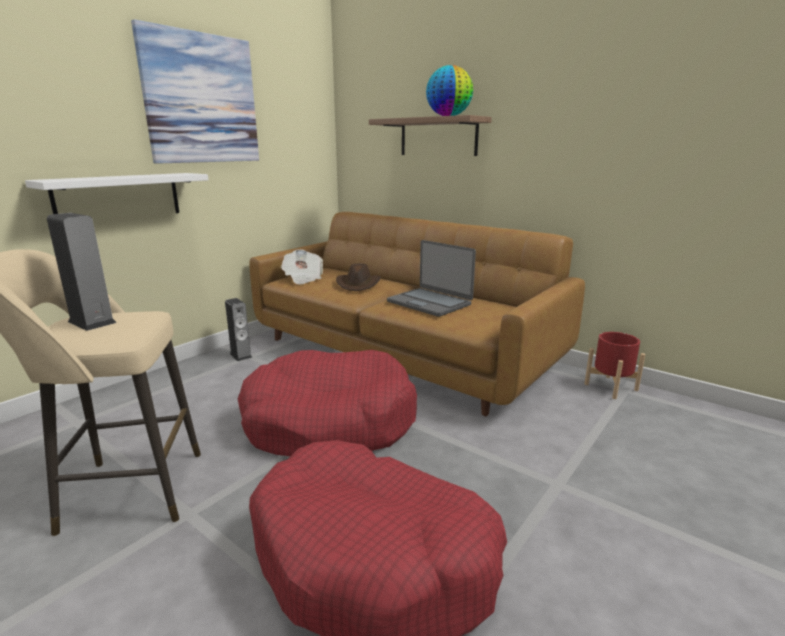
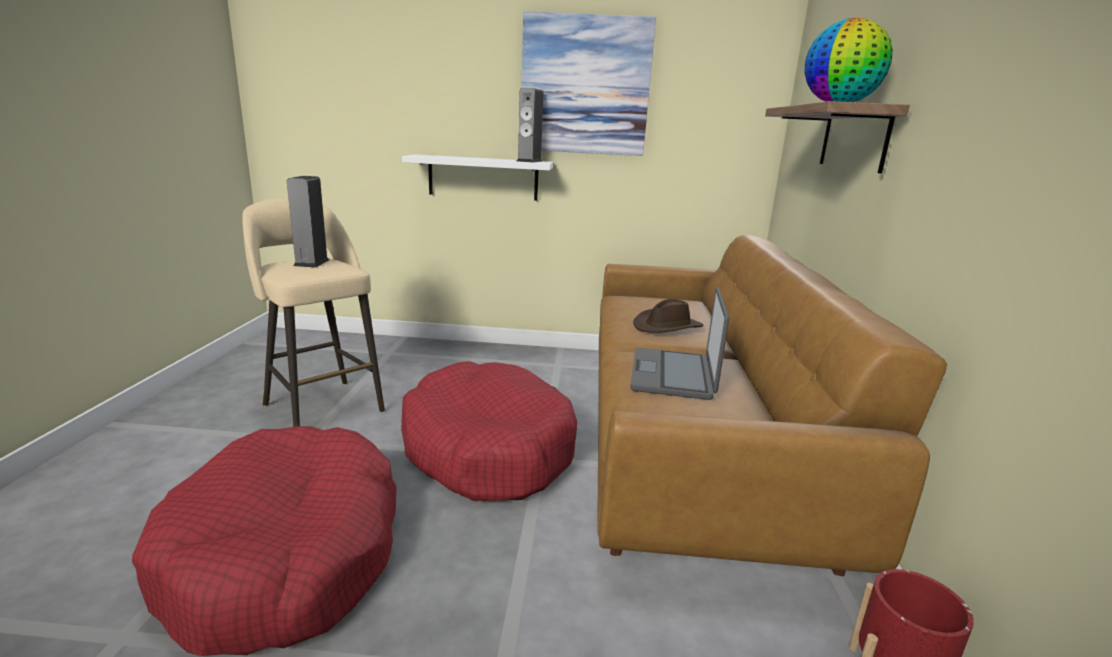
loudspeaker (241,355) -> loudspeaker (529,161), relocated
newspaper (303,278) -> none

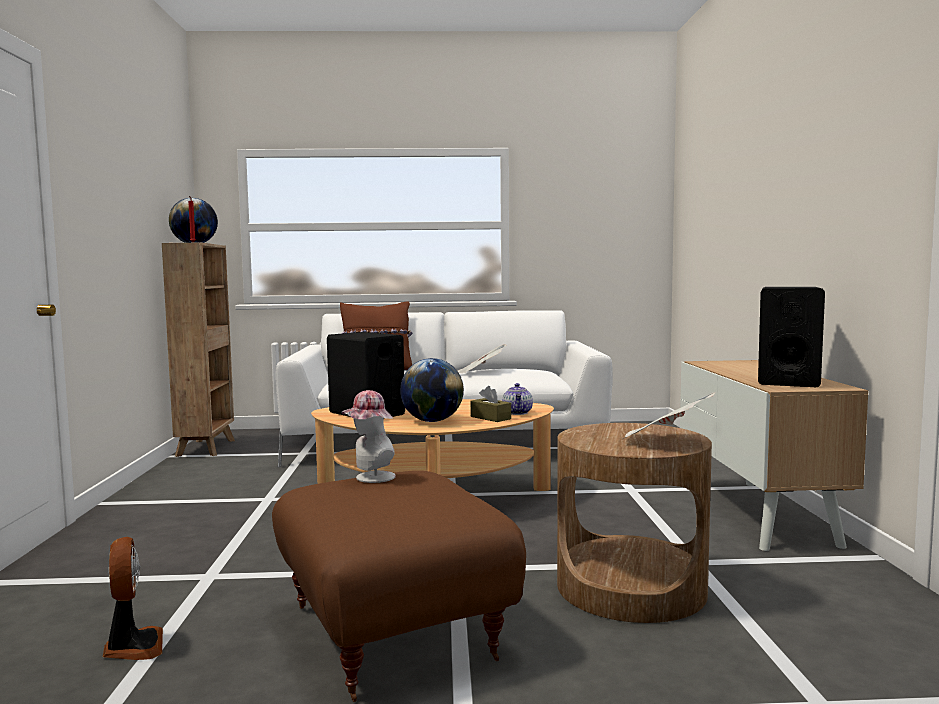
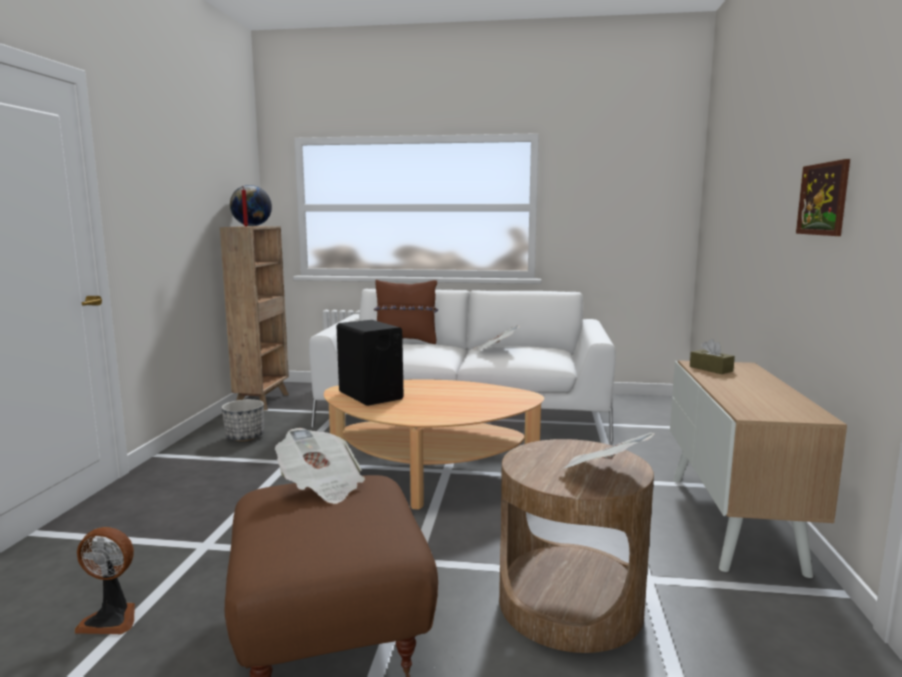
electric fan (133,647) -> electric fan (112,619), 105 degrees clockwise
clothing hat (370,478) -> newspaper (321,486)
desk globe (432,421) -> none
tissue holder/brown (490,418) -> tissue holder/brown (711,369), relocated
tea pot (518,413) -> none
loudspeaker/blackish (787,380) -> none
none -> plant pot (245,437)
none -> wall art (822,199)

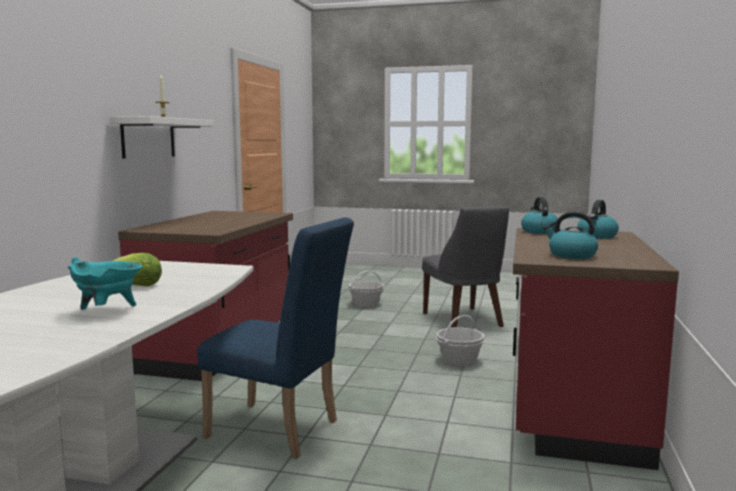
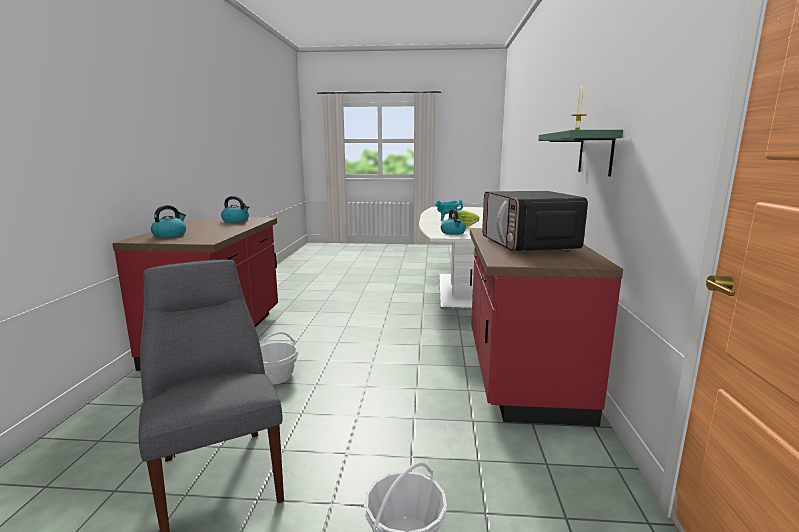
wall shelf/white (148,138) -> wall shelf/greenish (595,153)
chair/blue-coloured (280,431) -> none
kettle (539,231) -> kettle (453,233), relocated
none -> microwave (528,244)

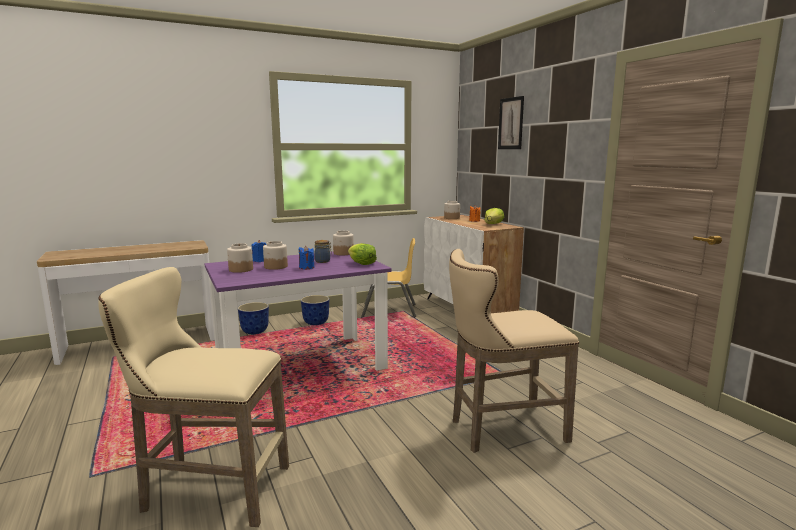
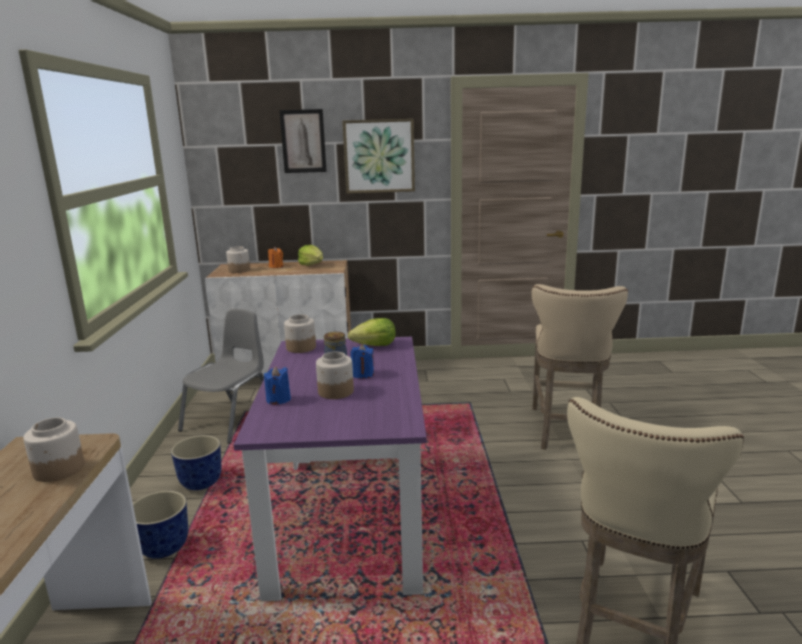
jar (241,269) -> jar (58,469), relocated
chair/yellowish (389,311) -> chair/grey (231,420)
none -> wall art (379,156)

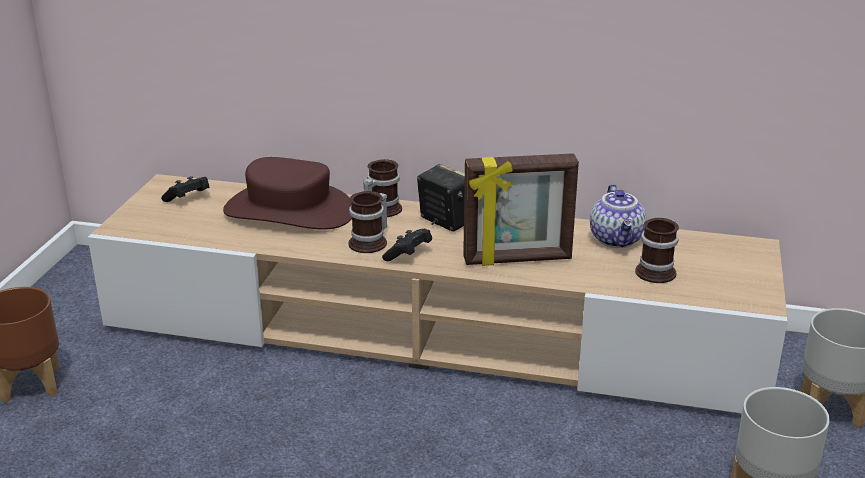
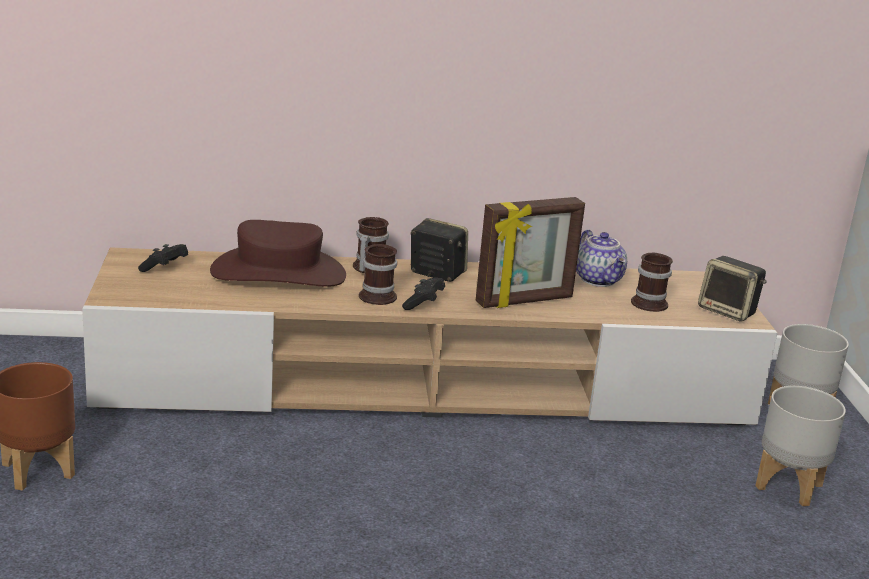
none -> loudspeaker (728,311)

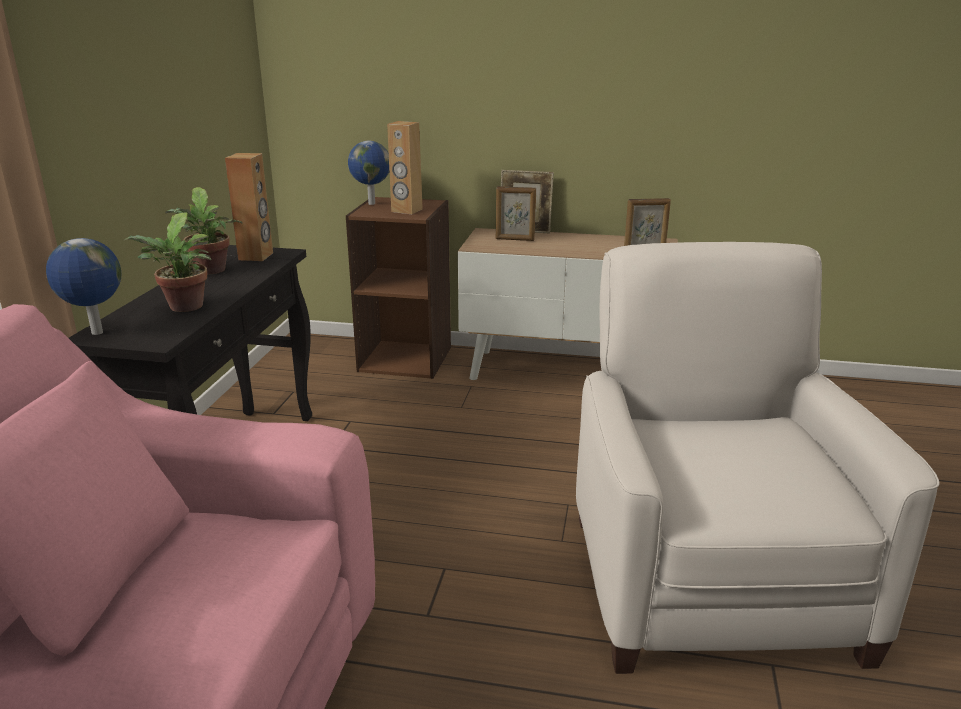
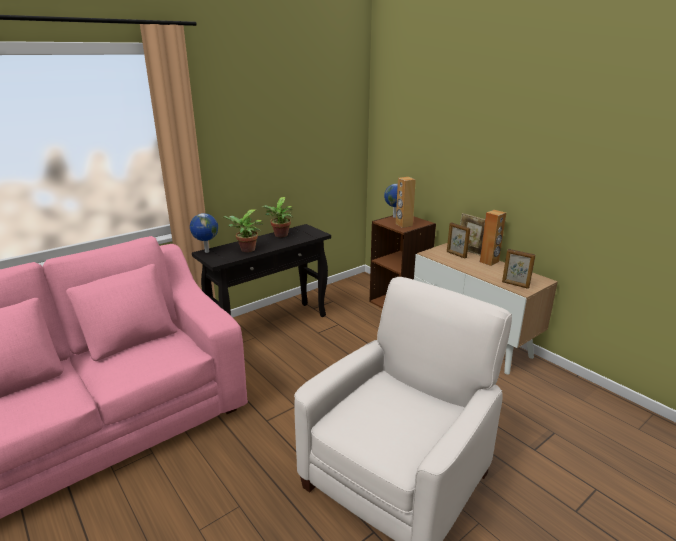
loudspeaker/brown (256,256) -> loudspeaker/brown (489,262), relocated

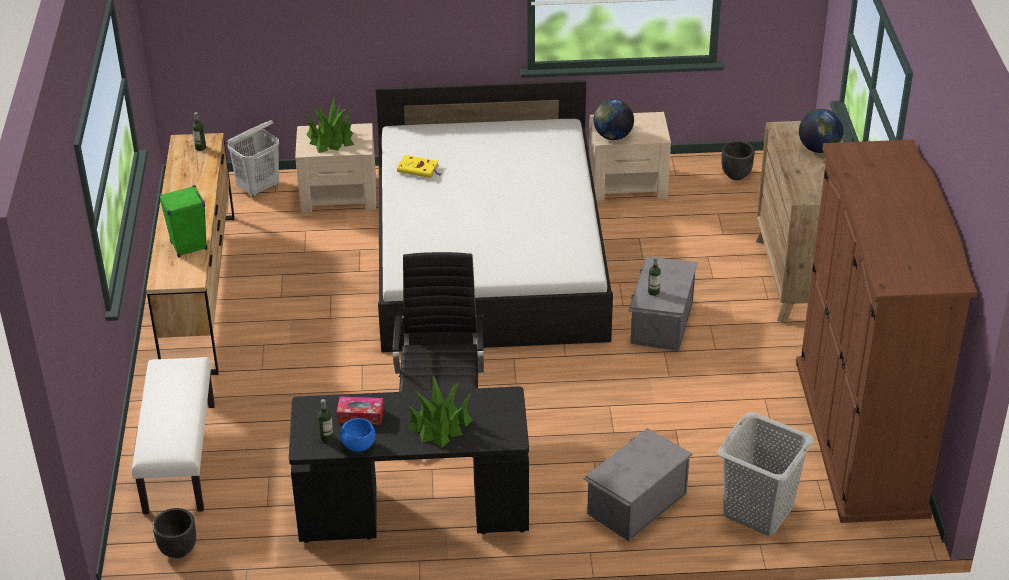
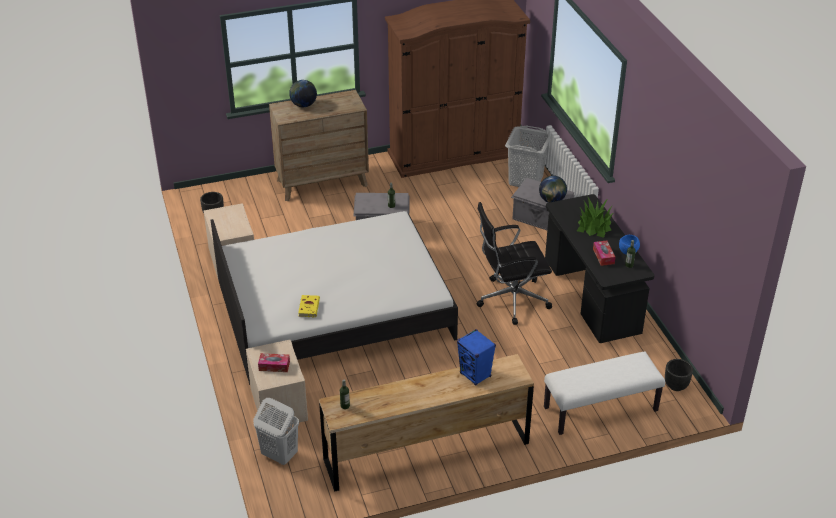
loudspeaker/greenish (188,246) -> loudspeaker/blue-coloured (475,375)
plant in a pot (331,139) -> tissue holder (274,366)
desk globe (612,136) -> desk globe (552,200), relocated

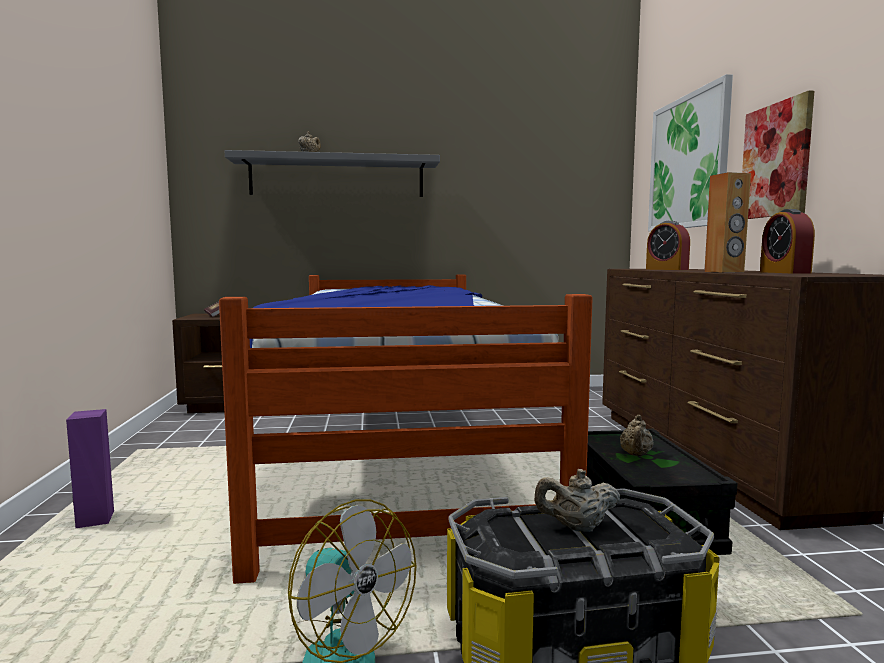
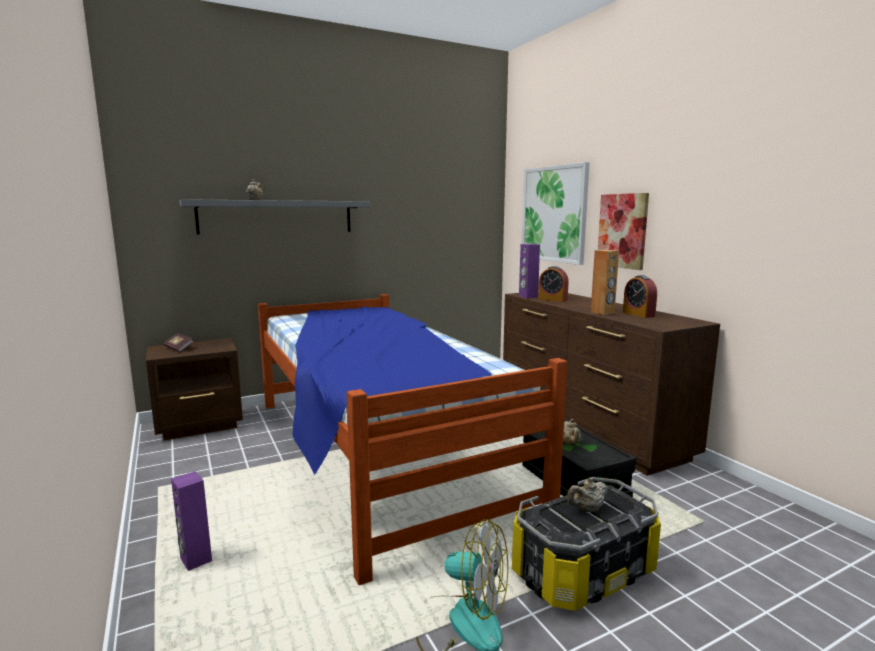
none -> loudspeaker/purple-coloured (528,296)

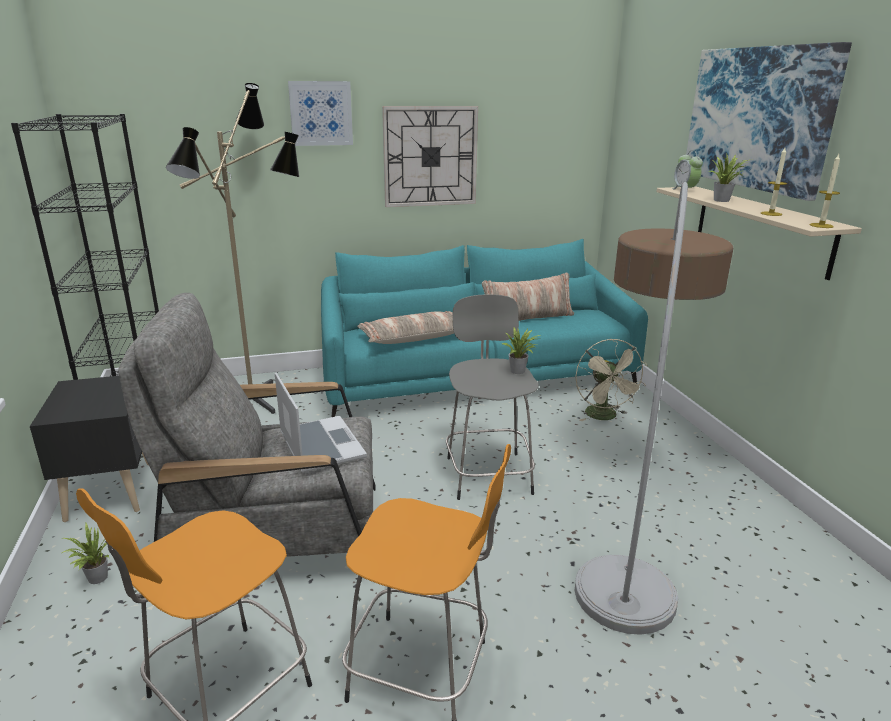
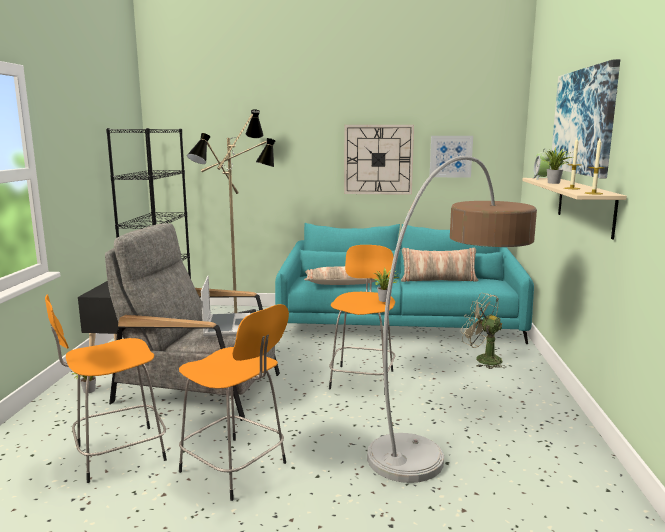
wall art (321,113) -> wall art (450,156), relocated
stool/grey (488,473) -> stool/orange-coloured (362,378)
electric fan/beige (605,417) -> electric fan/beige (482,359), 120 degrees clockwise

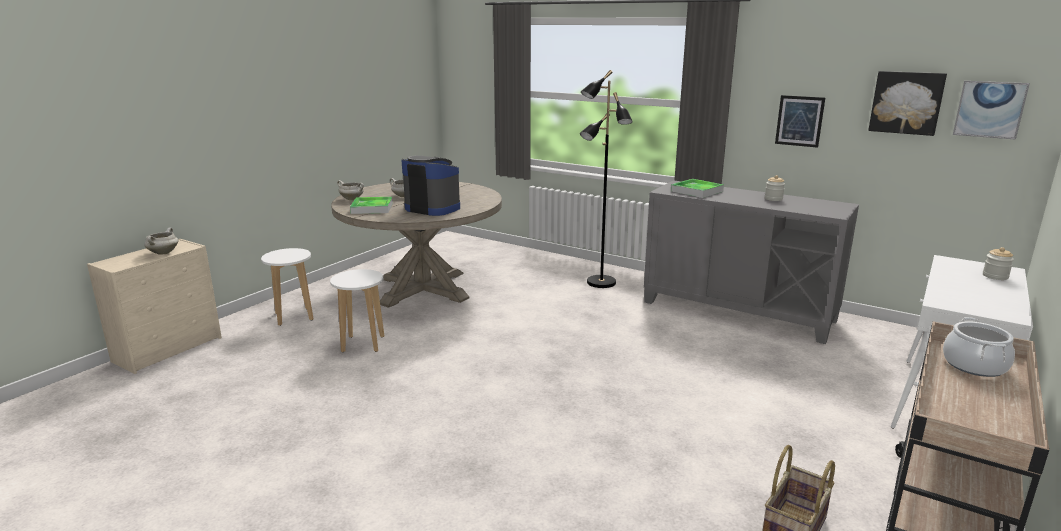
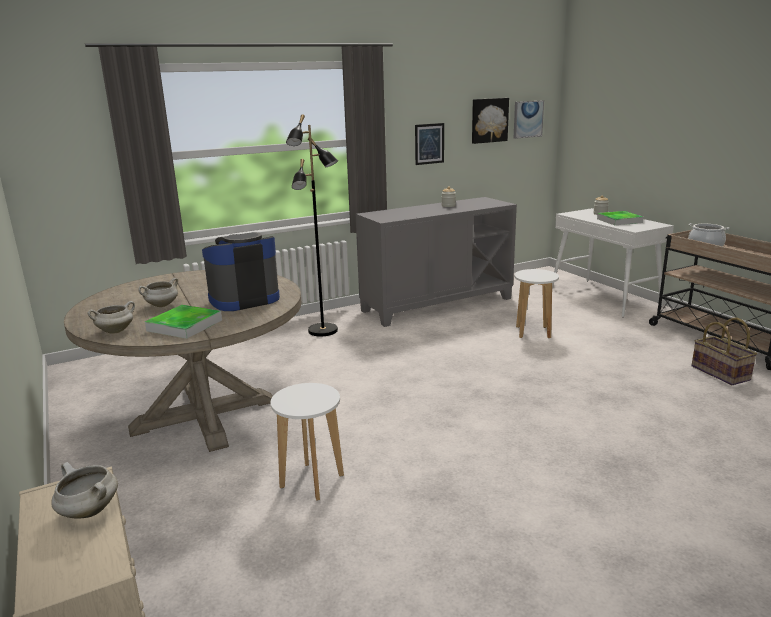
stool/white (294,317) -> stool/white (533,332), relocated
carrying tray (697,191) -> carrying tray (619,221), relocated

